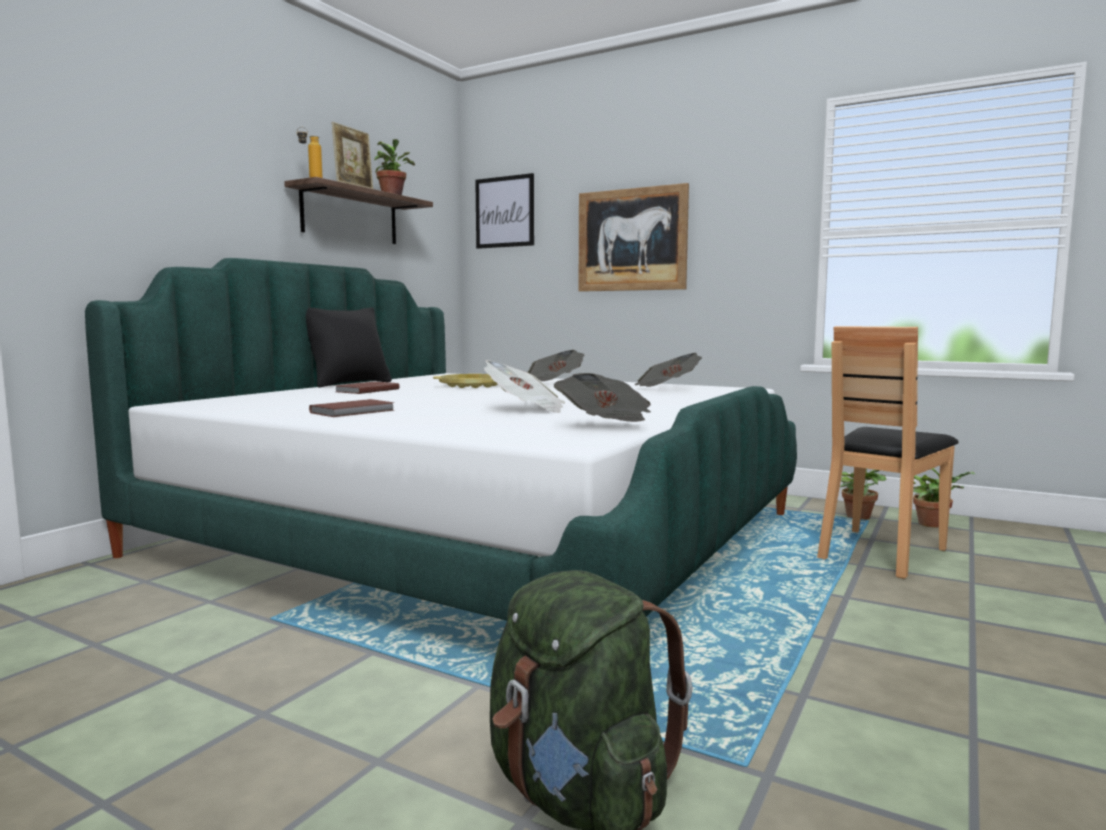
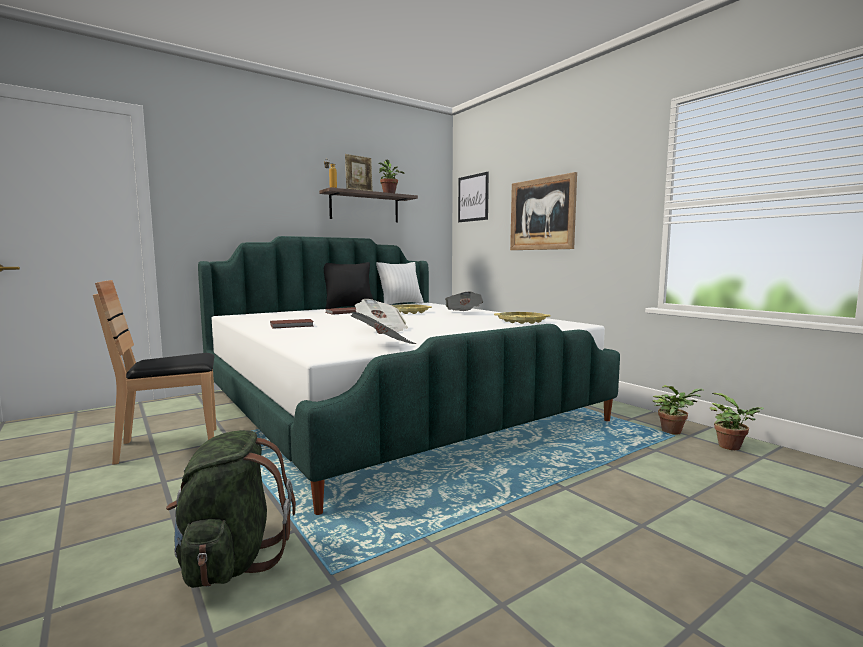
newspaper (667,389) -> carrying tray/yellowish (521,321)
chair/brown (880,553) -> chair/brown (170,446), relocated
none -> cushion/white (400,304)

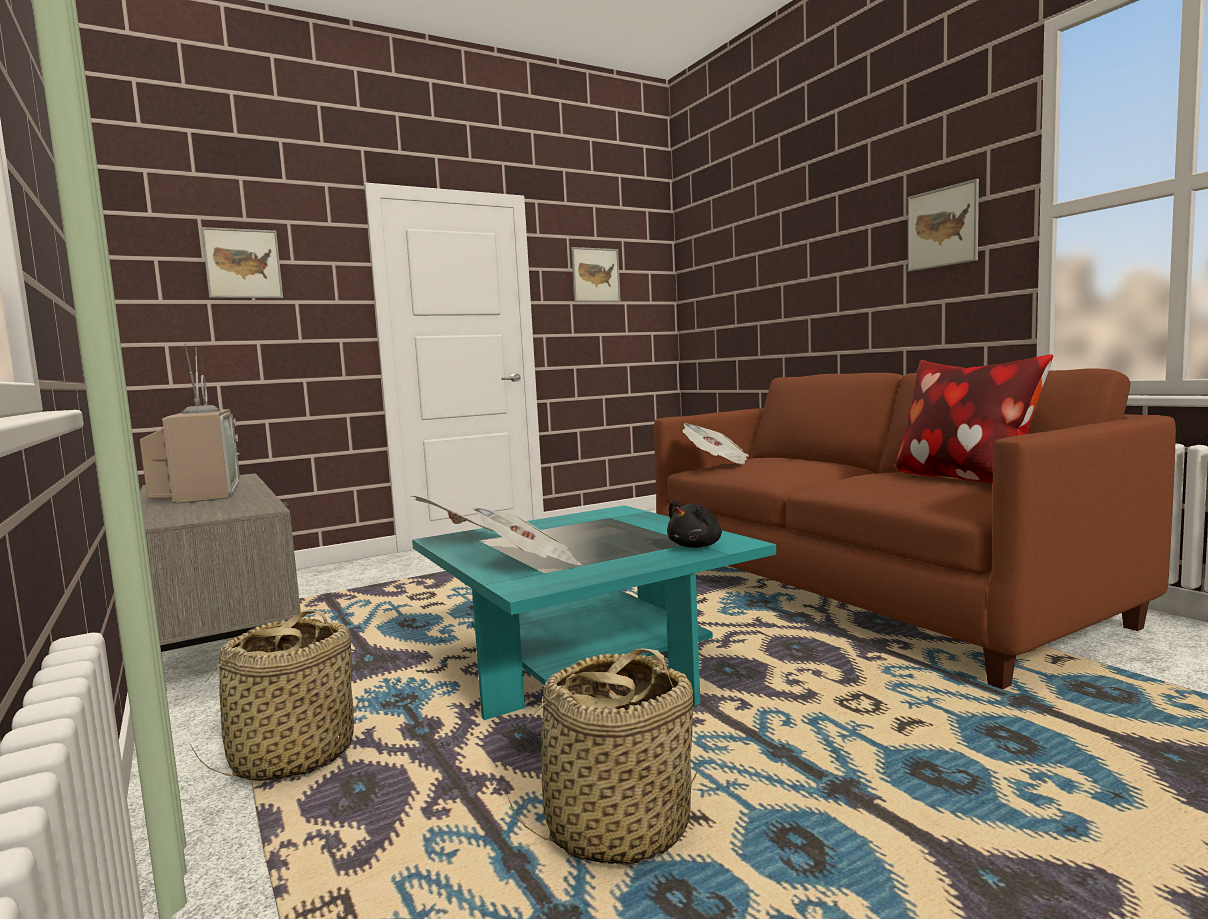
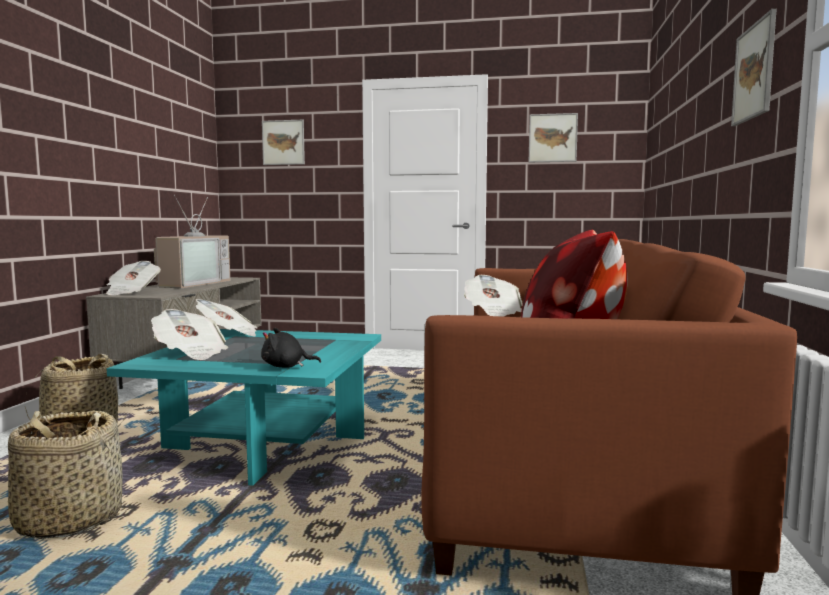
none -> newspaper (132,292)

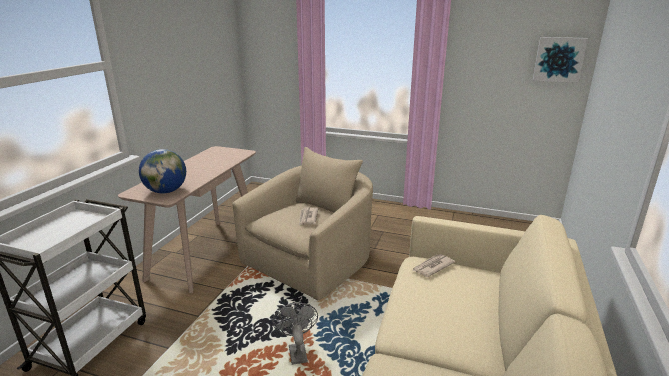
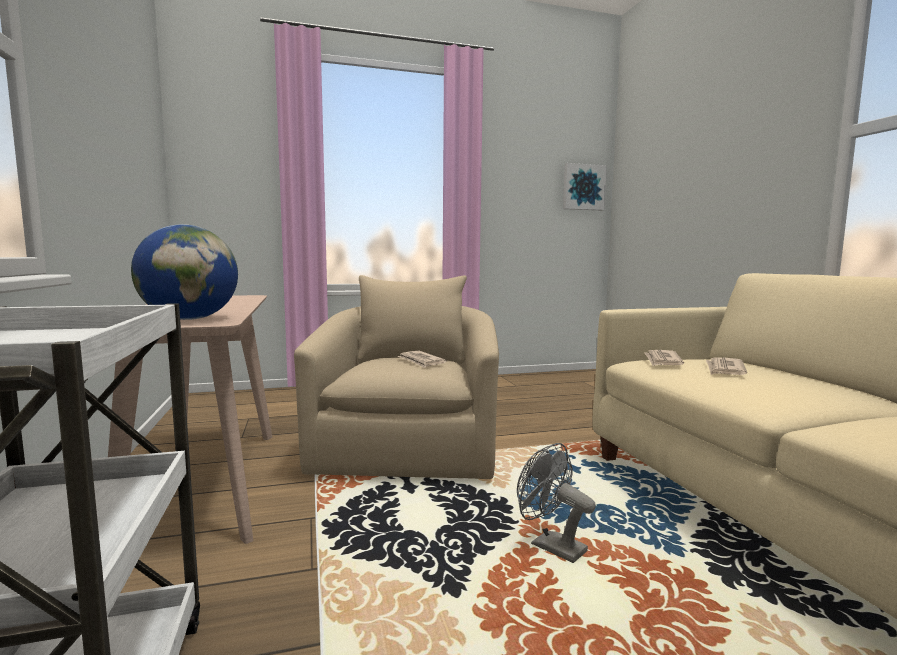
none -> newspaper (724,369)

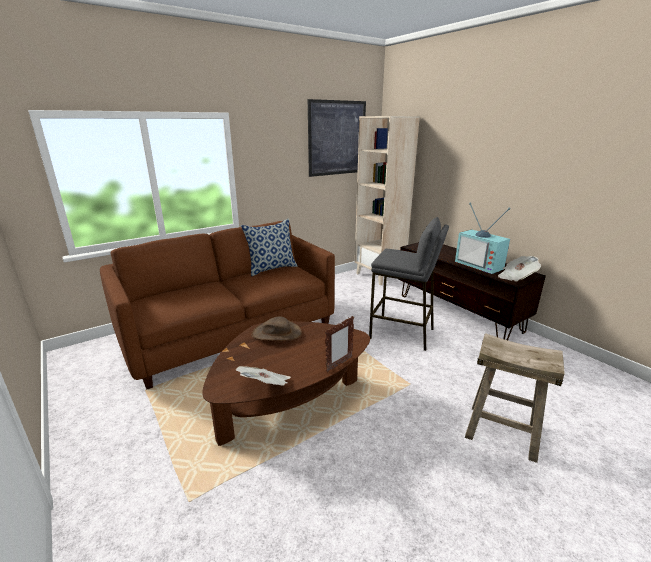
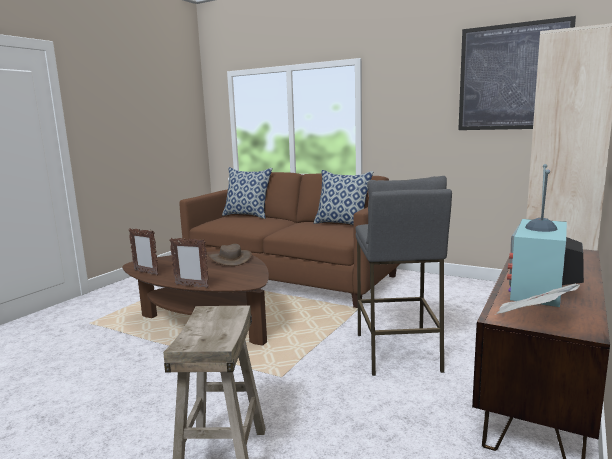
newspaper (266,387) -> standing frame (146,273)
none -> cushion (248,215)

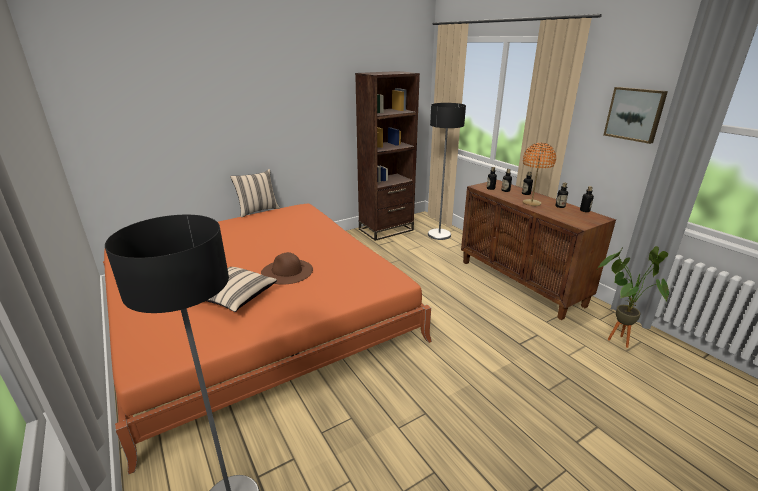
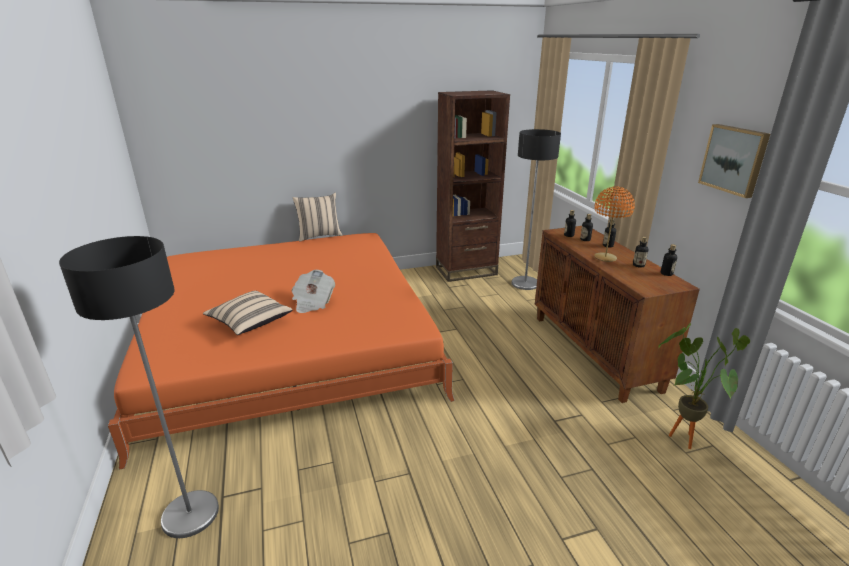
clothing hat/brown (287,271) -> newspaper (313,302)

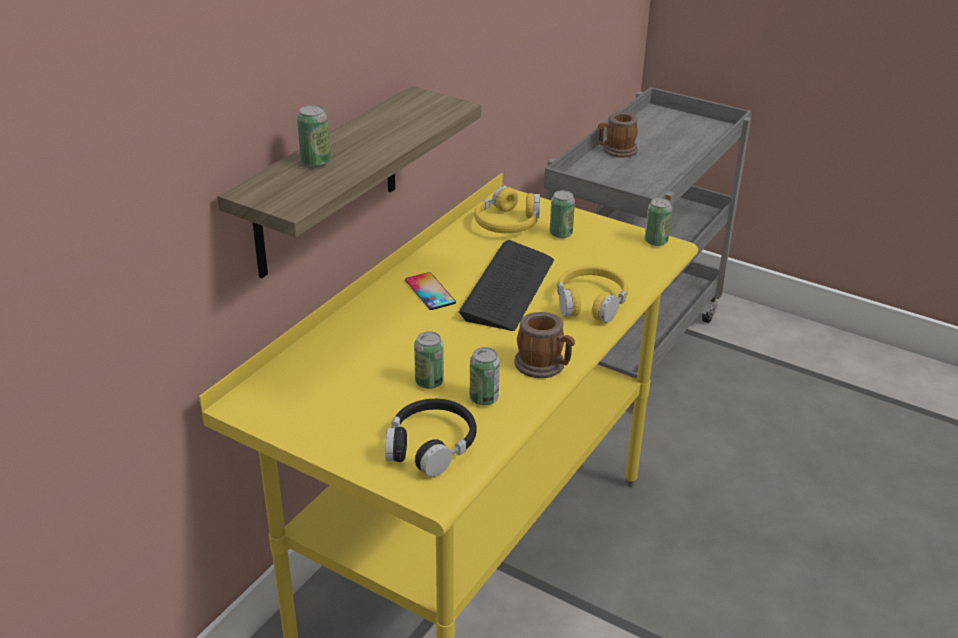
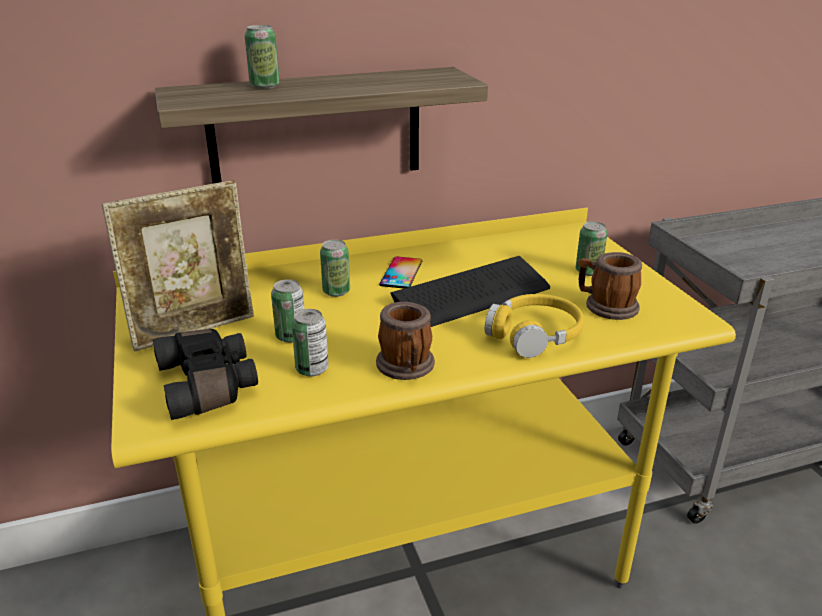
headphones/blackish (430,445) -> binoculars/blackish (210,385)
headphones/yellowish (508,223) -> none
tea mug (616,151) -> tea mug (605,306), relocated
can (656,241) -> can (336,291), relocated
none -> standing frame (195,330)

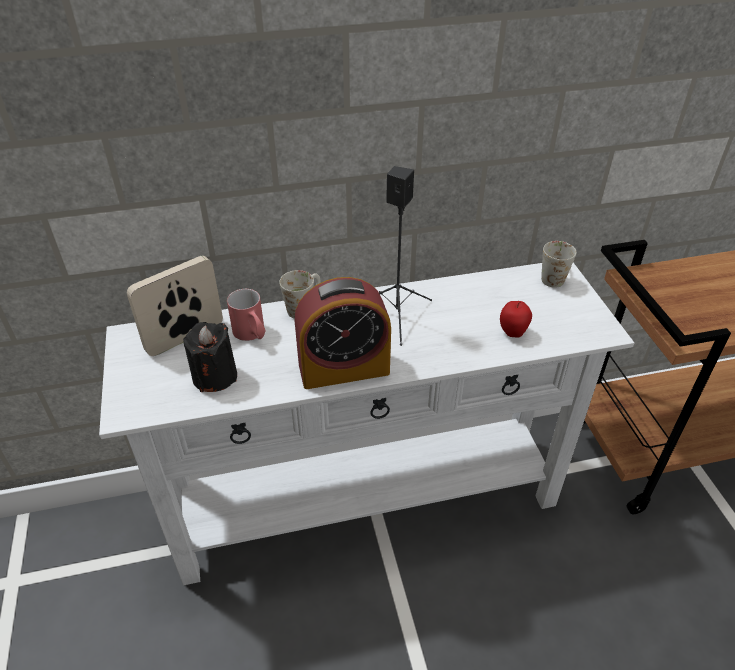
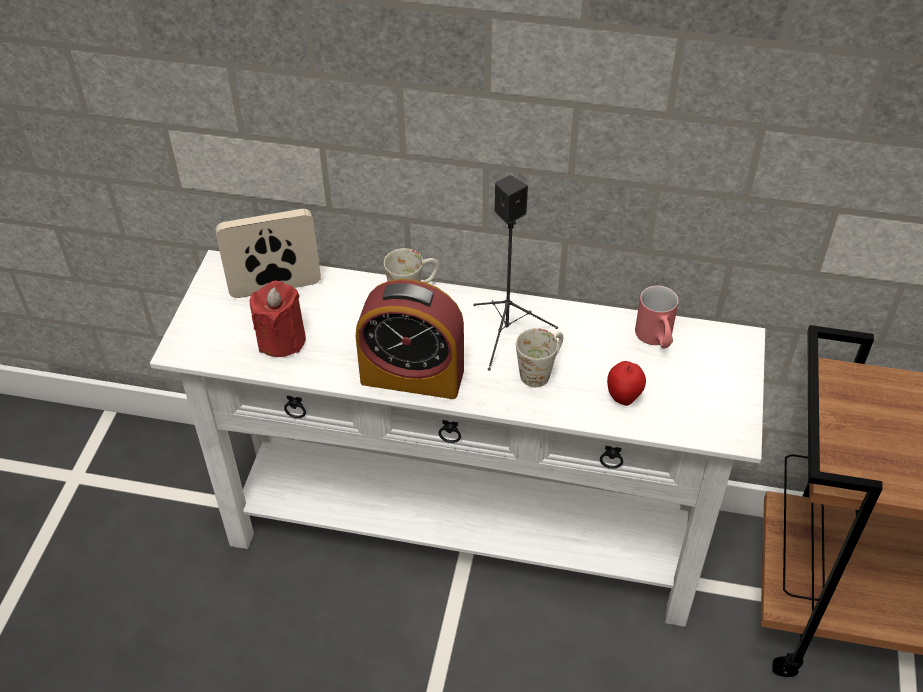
candle/blackish (215,376) -> candle/reddish (281,340)
tea mug/reddish (252,335) -> tea mug/reddish (656,339), relocated
tea mug/white (553,276) -> tea mug/white (541,370), relocated

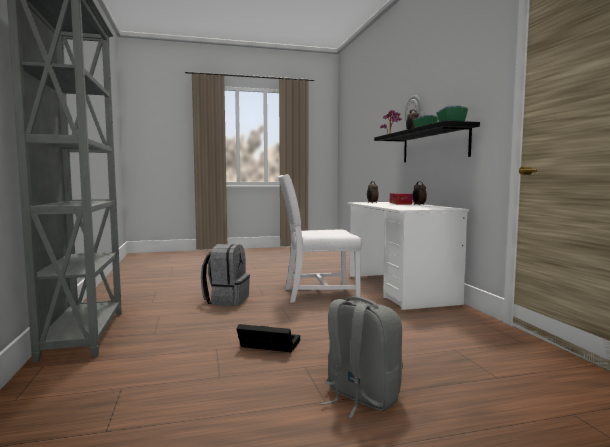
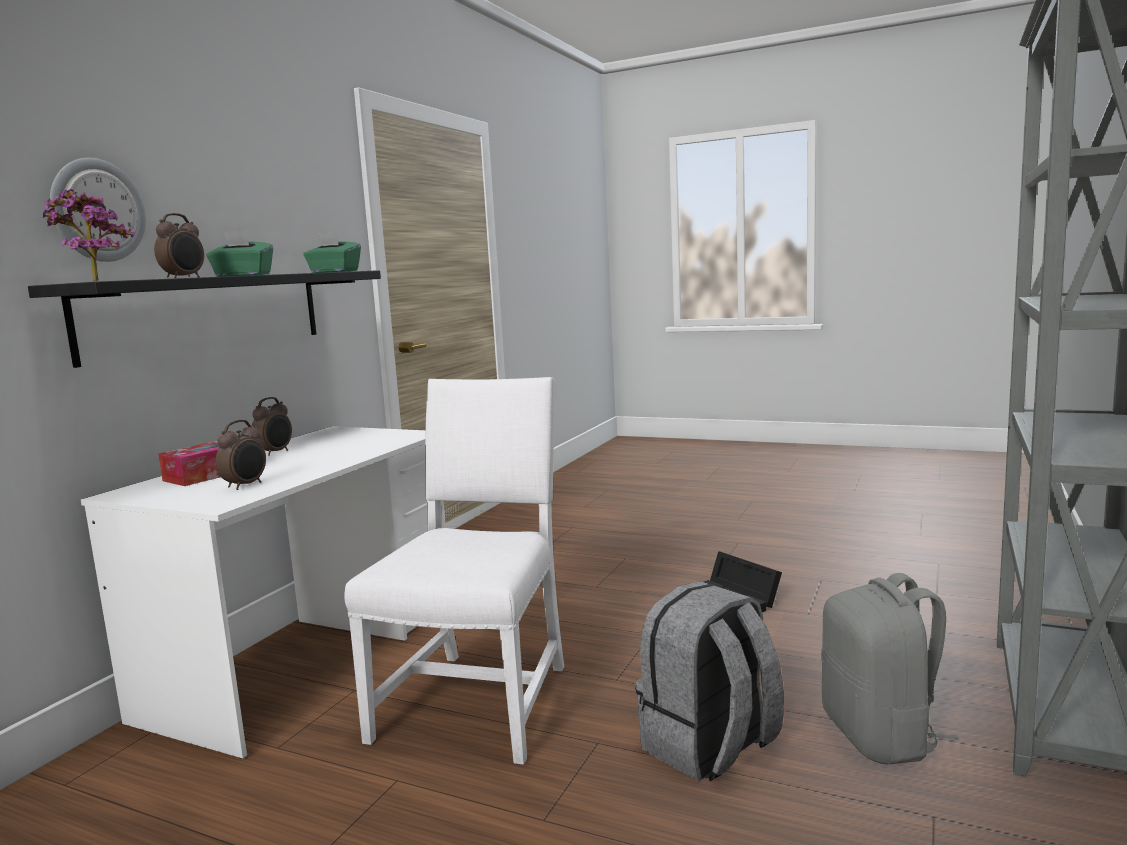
chair/white (317,294) -> chair/white (479,699), 105 degrees counterclockwise
rucksack/grey (360,397) -> rucksack/grey (881,736), relocated

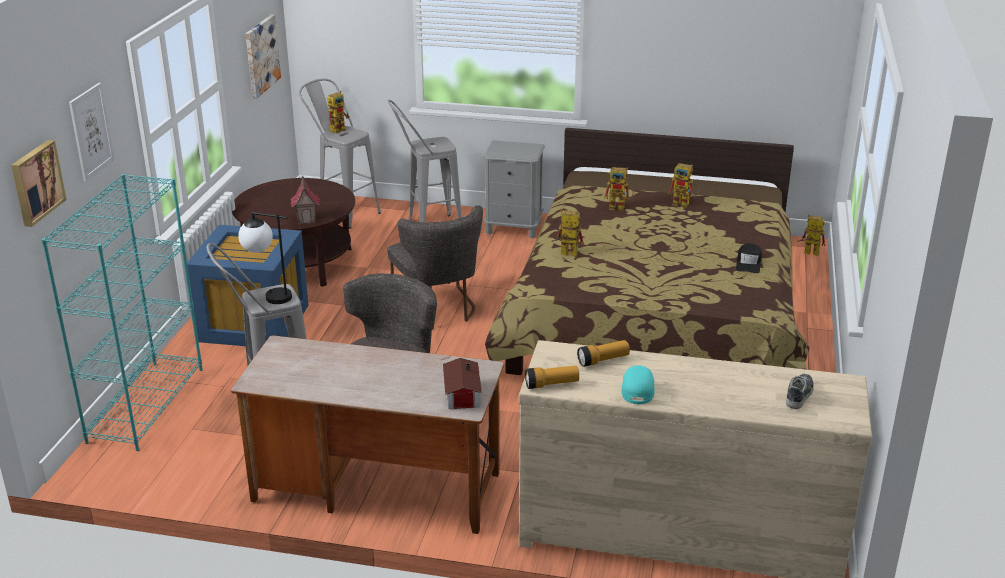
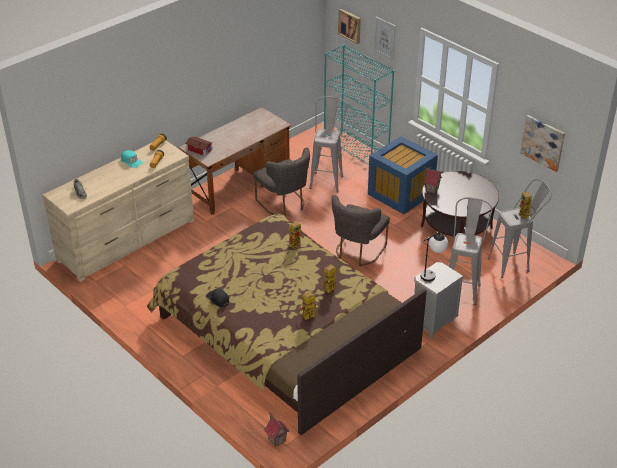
table lamp (268,296) -> table lamp (432,274), relocated
chair/grey (438,310) -> chair/grey (357,252), 75 degrees counterclockwise
model robot (807,252) -> miniature house (277,440)

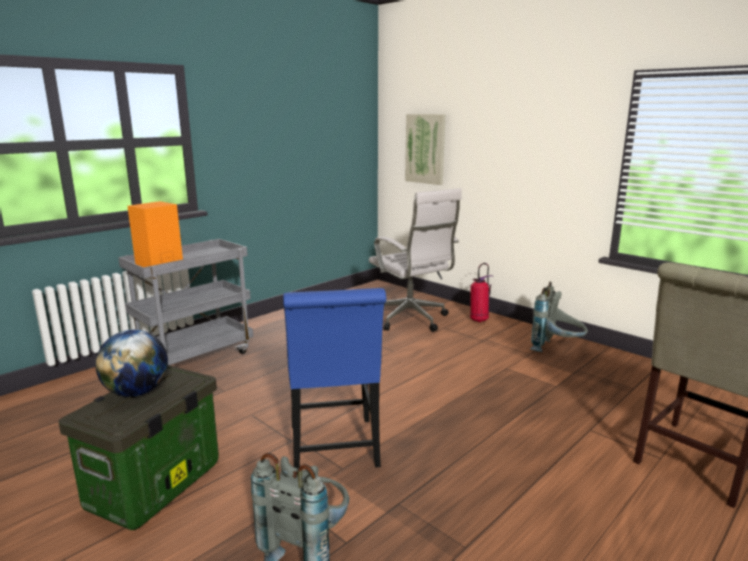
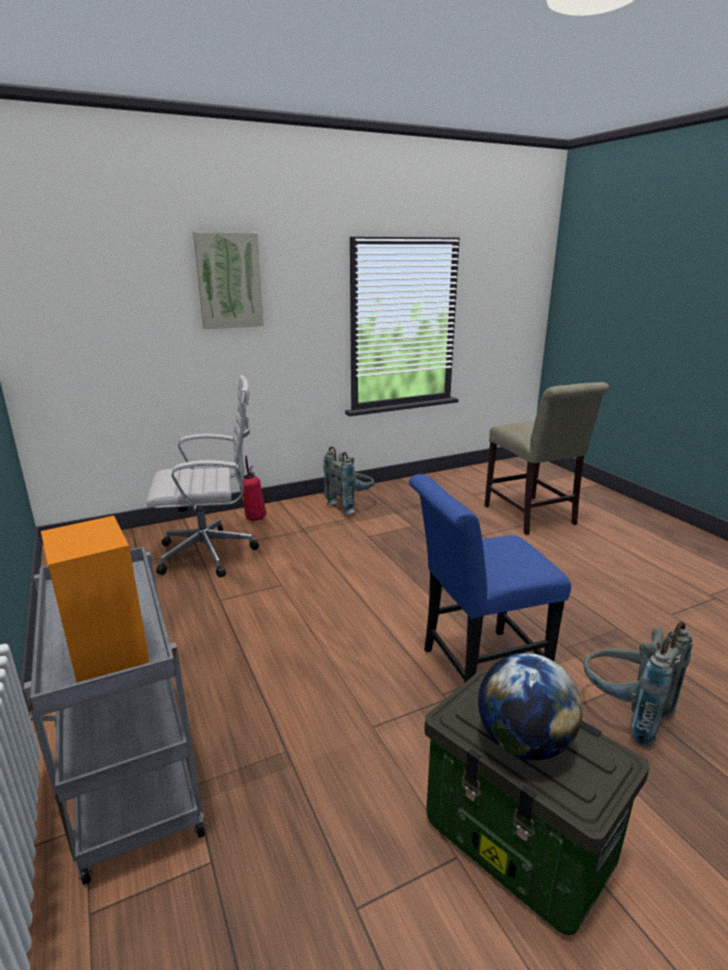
chair/blue-coloured (334,450) -> chair/blue-coloured (475,669), 150 degrees clockwise
wall art (425,149) -> wall art (229,281), relocated

